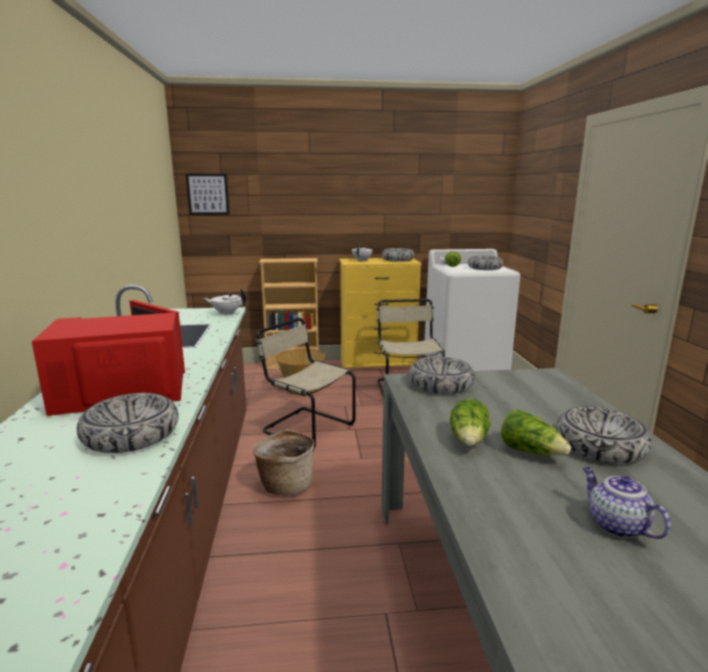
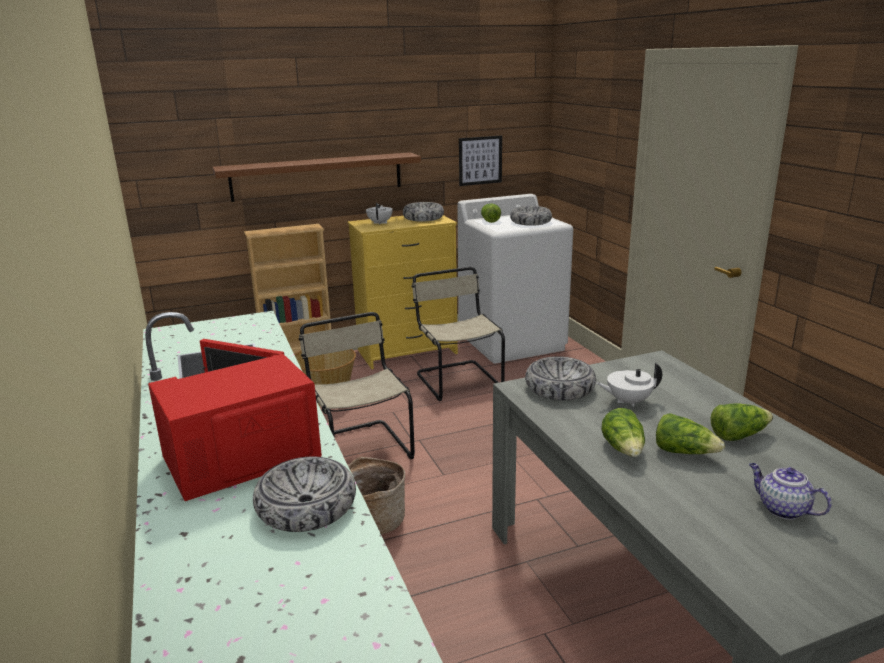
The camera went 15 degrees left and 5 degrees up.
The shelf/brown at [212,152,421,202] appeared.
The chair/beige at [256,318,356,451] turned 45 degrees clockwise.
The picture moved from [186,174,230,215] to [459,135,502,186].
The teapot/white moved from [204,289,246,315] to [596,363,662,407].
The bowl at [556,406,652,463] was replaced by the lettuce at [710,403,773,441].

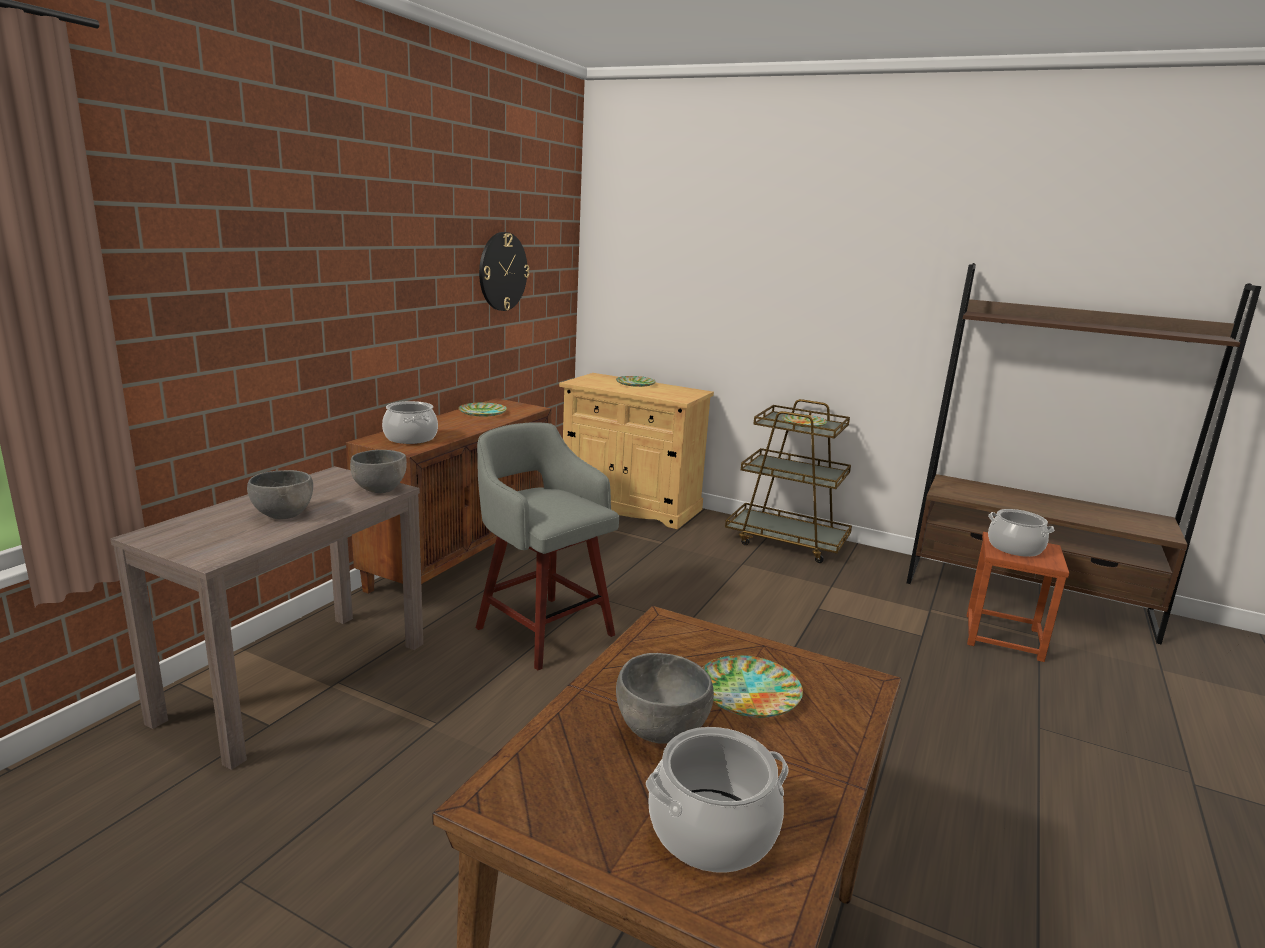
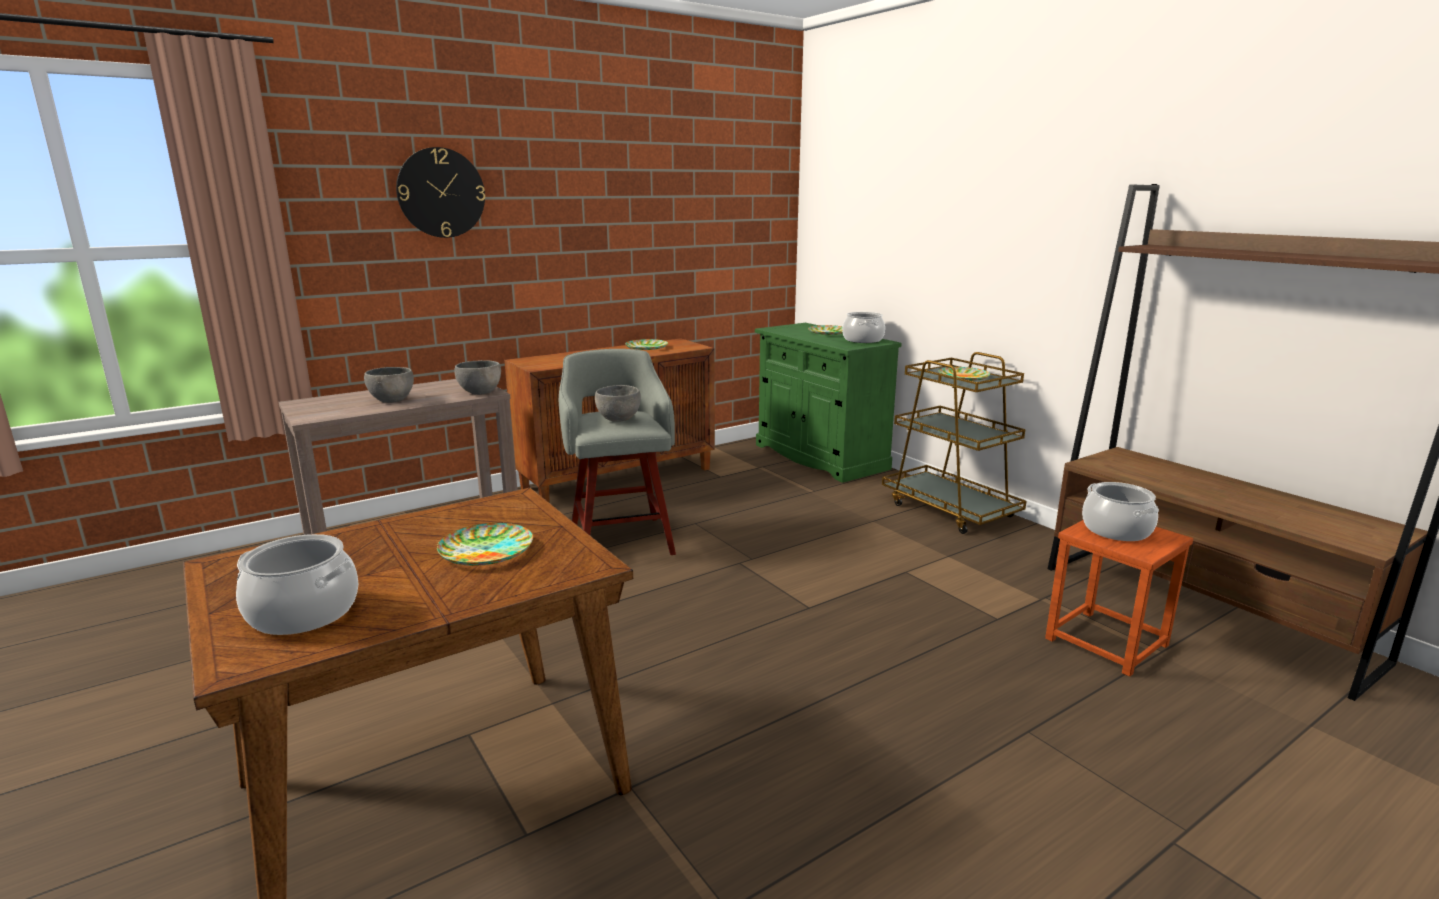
The camera went 30 degrees right and 0 degrees up.
The wall clock moved from [479,232,529,311] to [396,147,485,238].
The bowl/grey moved from [616,653,714,744] to [595,385,641,422].
The cabinet/beige at [559,373,714,529] became the cabinet/green at [755,323,902,483].
The cooking pot moved from [382,401,438,444] to [842,312,885,343].

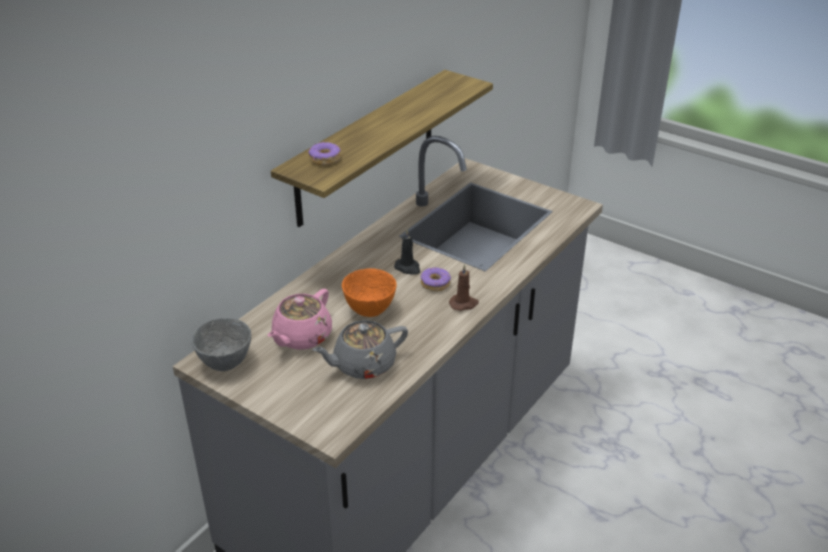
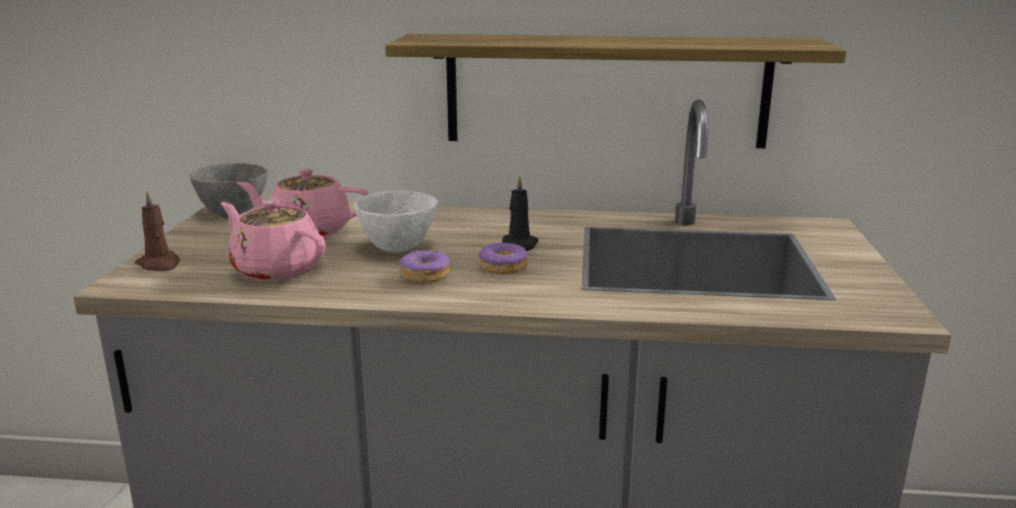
The camera went 60 degrees right and 15 degrees down.
The candle/brown moved from [449,264,479,311] to [135,190,180,271].
The teapot/grey at [312,320,408,379] became the teapot/pink at [221,200,326,281].
The bowl/orange at [342,268,397,317] became the bowl/white at [354,191,438,253].
The donut moved from [308,142,340,166] to [399,249,450,283].

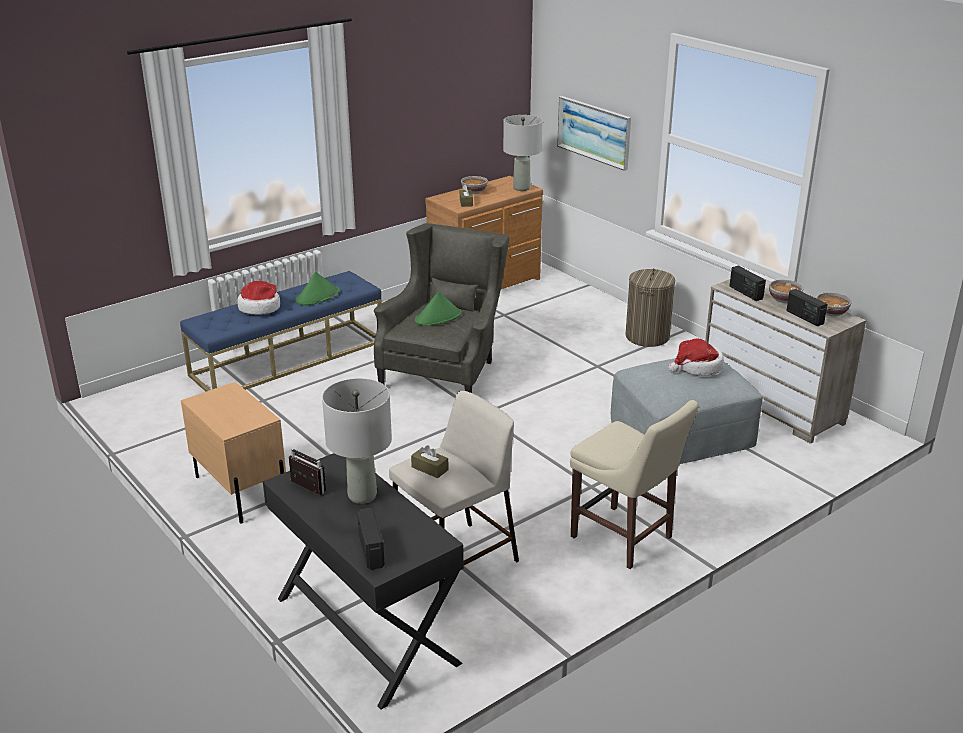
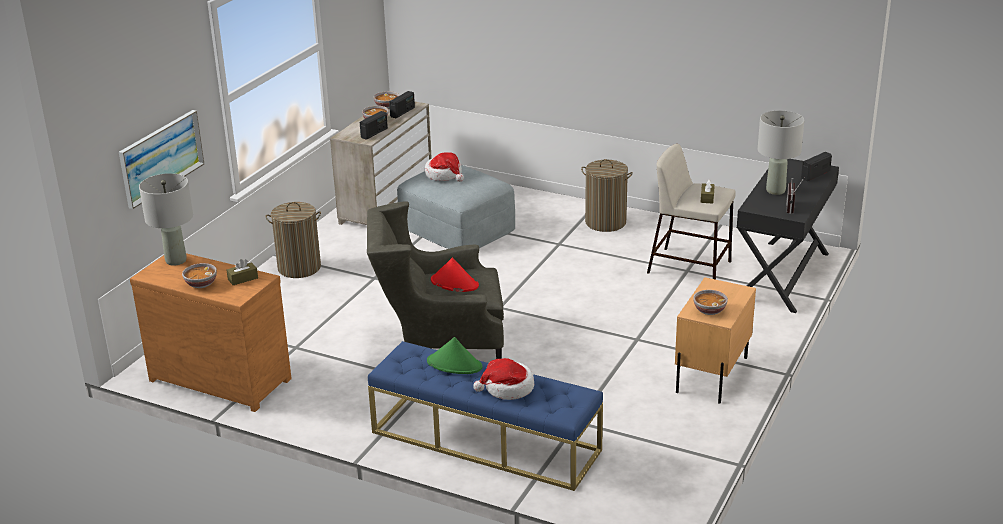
The camera went 115 degrees left and 0 degrees up.
The hat/green at [415,291,462,326] became the hat/red at [431,258,479,292].
The chair/beige at [570,400,699,569] was replaced by the laundry basket at [581,159,633,232].
The bowl at [693,290,728,315] appeared.

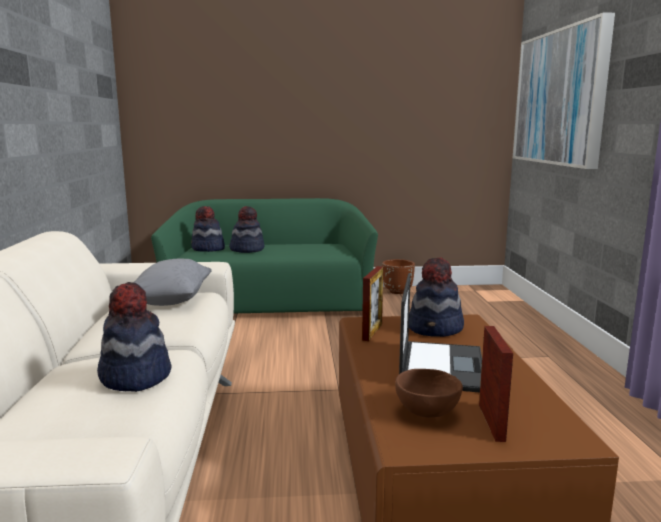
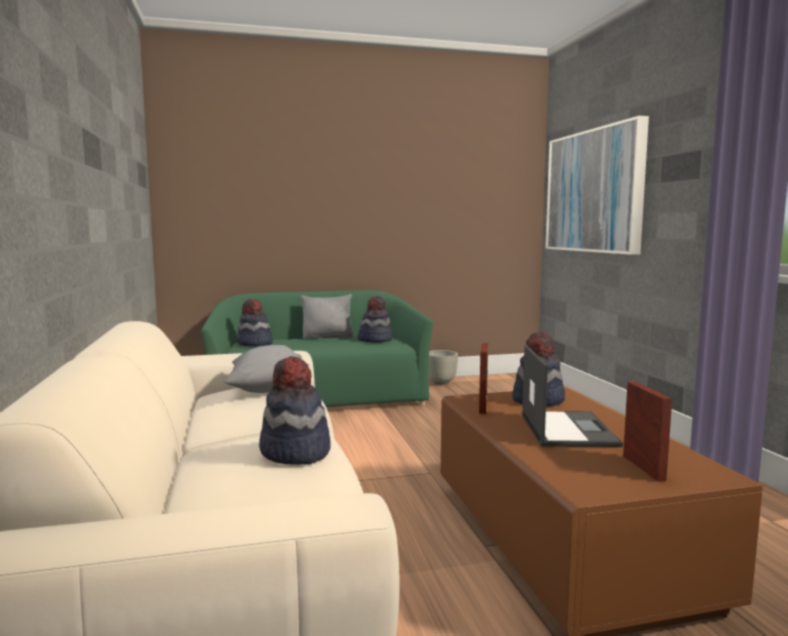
The camera went 10 degrees left and 5 degrees down.
The pillow/grey at [301,294,354,339] appeared.
The hat moved from [229,206,264,253] to [358,296,392,343].
The planter/brown at [382,259,415,294] became the planter/grey at [429,350,458,385].
The bowl/brown at [395,369,463,417] disappeared.

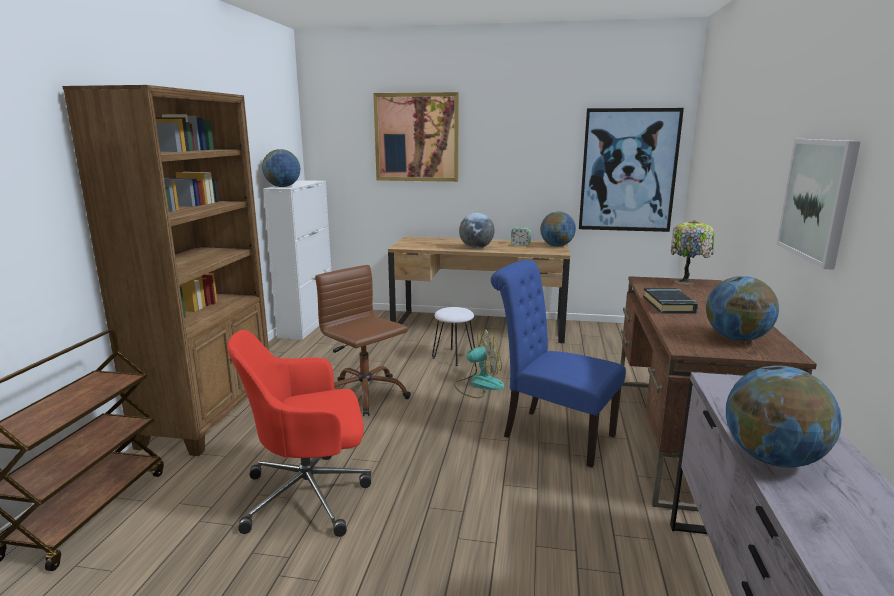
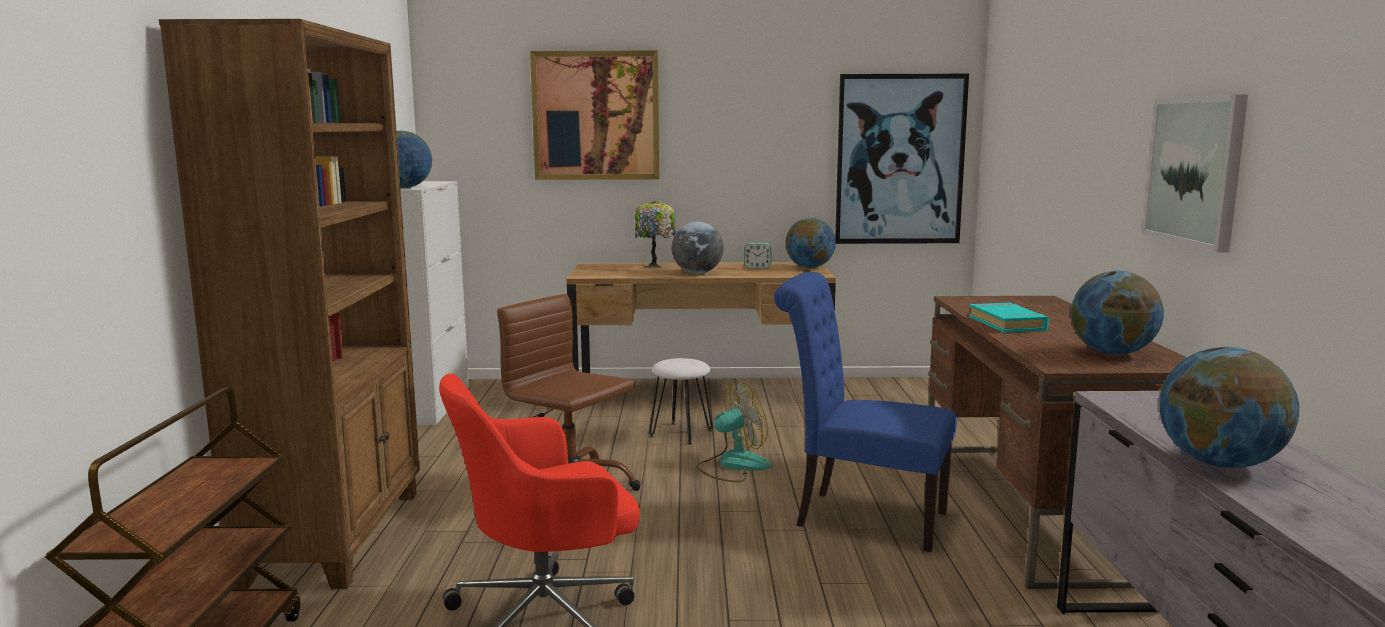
The camera went 10 degrees left and 5 degrees down.
The table lamp moved from [671,220,714,285] to [635,201,676,268].
The book/black at [643,288,698,314] became the book/turquoise at [969,303,1049,333].

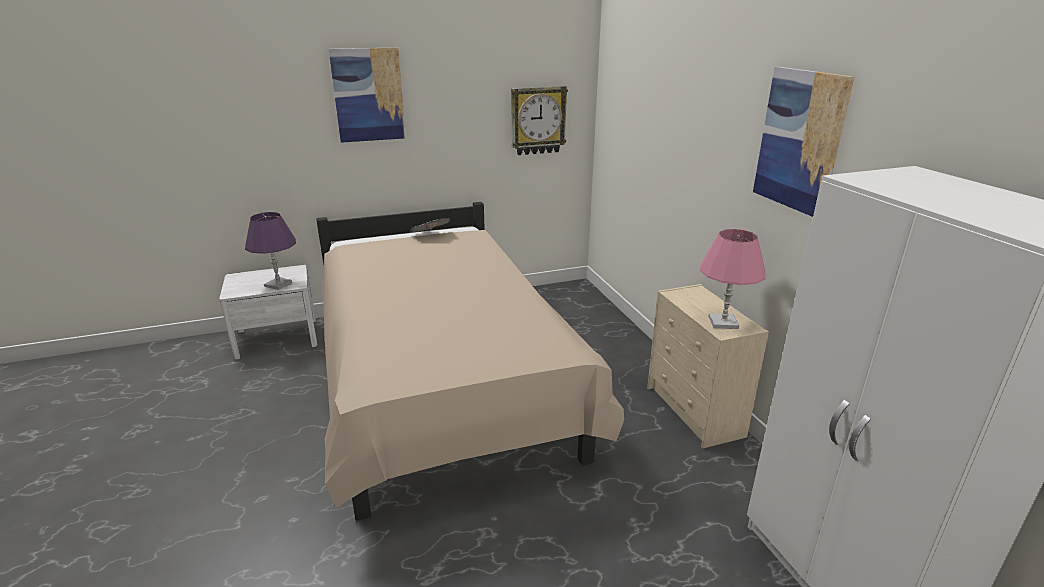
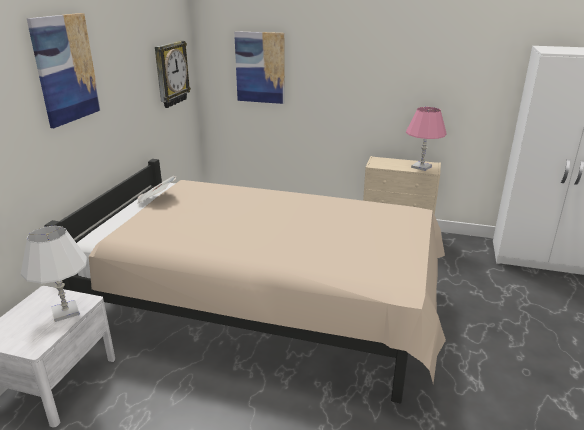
The camera went 55 degrees left and 0 degrees up.
The table lamp/purple at [245,212,296,290] became the table lamp/white at [21,226,87,322].
The picture moved from [753,67,855,217] to [234,31,285,104].

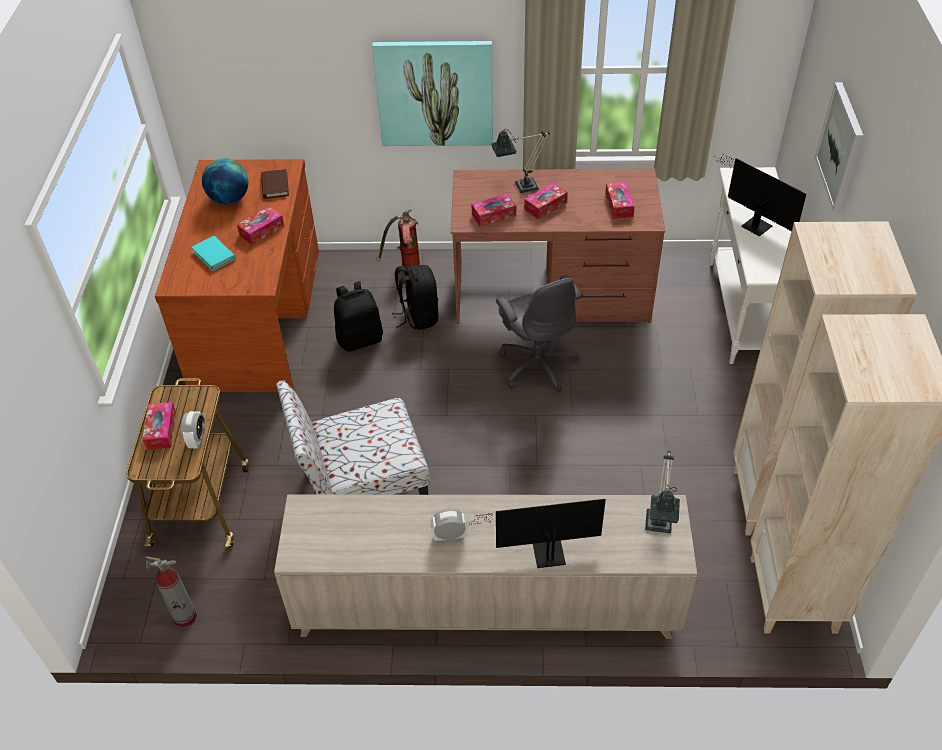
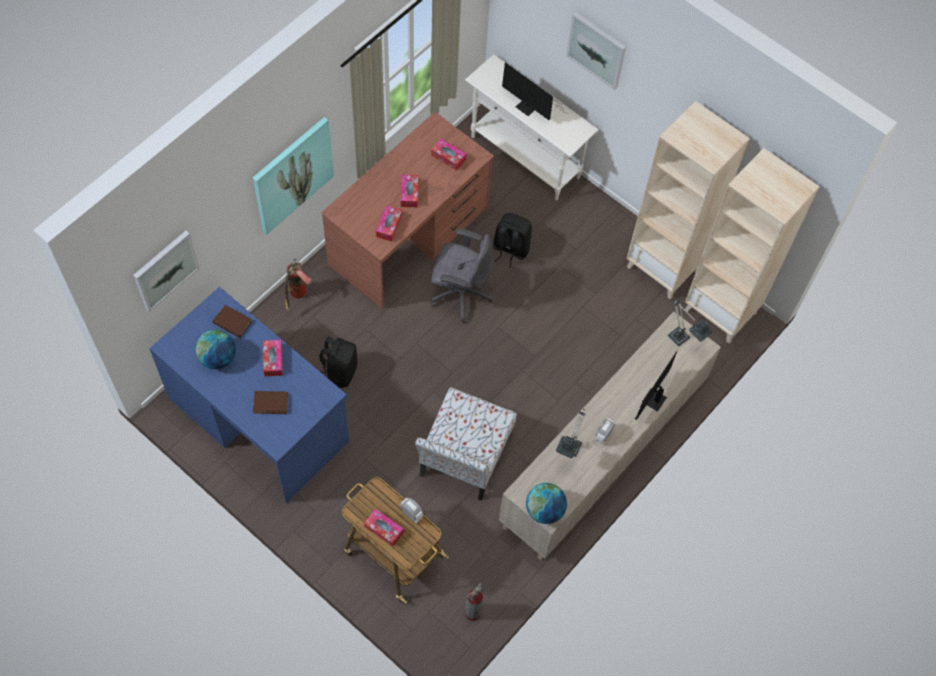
The camera went 55 degrees left and 15 degrees up.
The picture at [133,231,200,312] appeared.
The desk/brown at [155,159,319,392] became the desk/blue at [149,287,349,503].
The book/turquoise at [191,236,236,271] became the book/brown at [253,391,288,414].
The backpack/black moved from [392,265,438,330] to [493,213,532,268].
The monitor at [712,154,806,237] turned 135 degrees counterclockwise.
The globe at [526,483,567,524] appeared.
The table lamp moved from [491,129,550,193] to [556,409,585,458].

